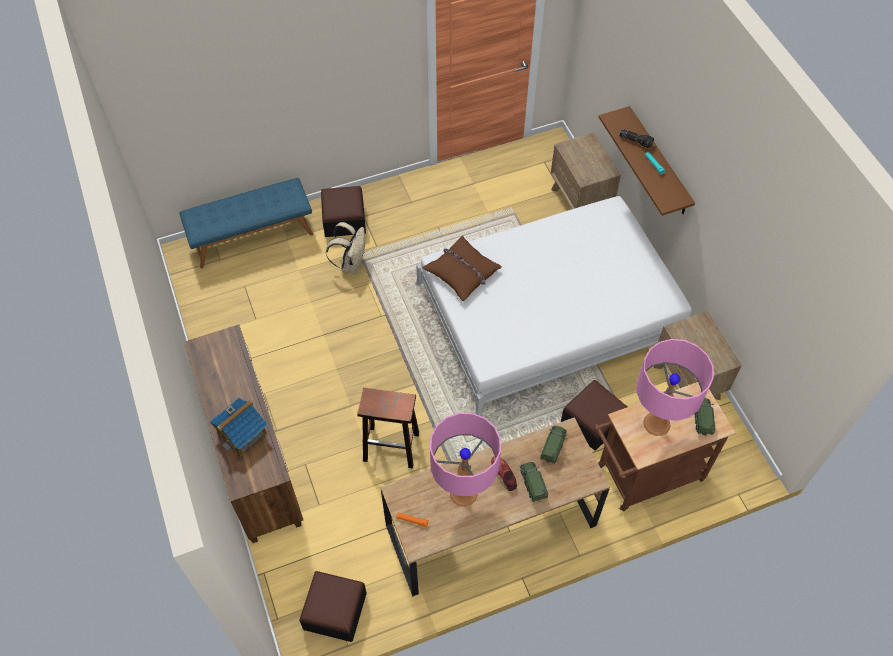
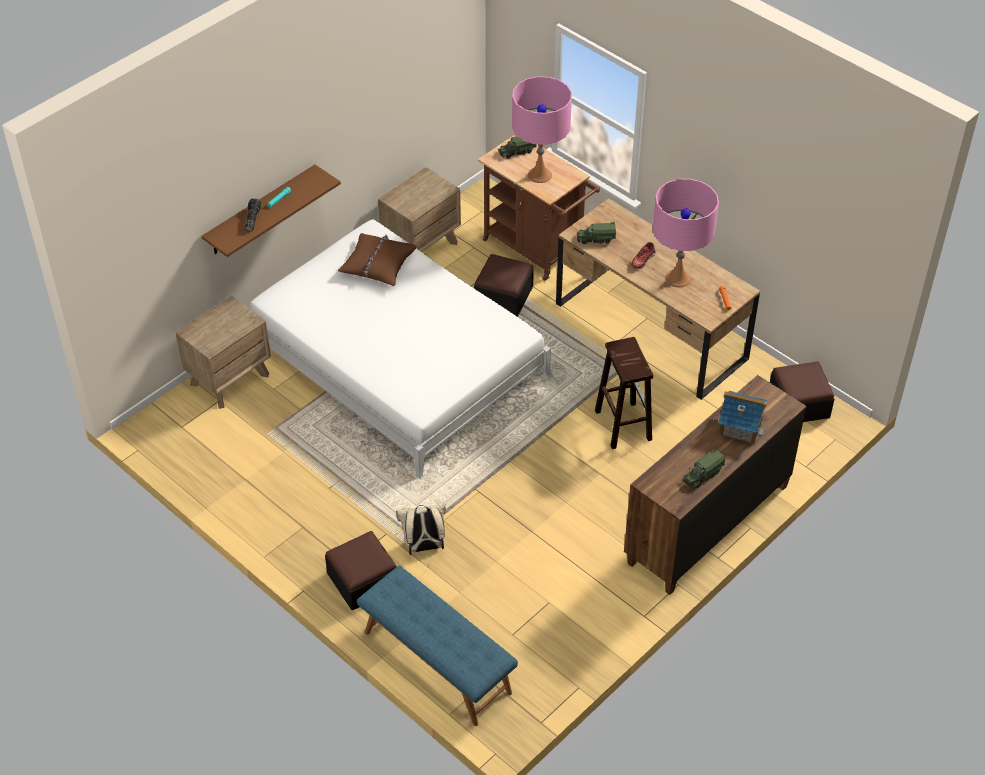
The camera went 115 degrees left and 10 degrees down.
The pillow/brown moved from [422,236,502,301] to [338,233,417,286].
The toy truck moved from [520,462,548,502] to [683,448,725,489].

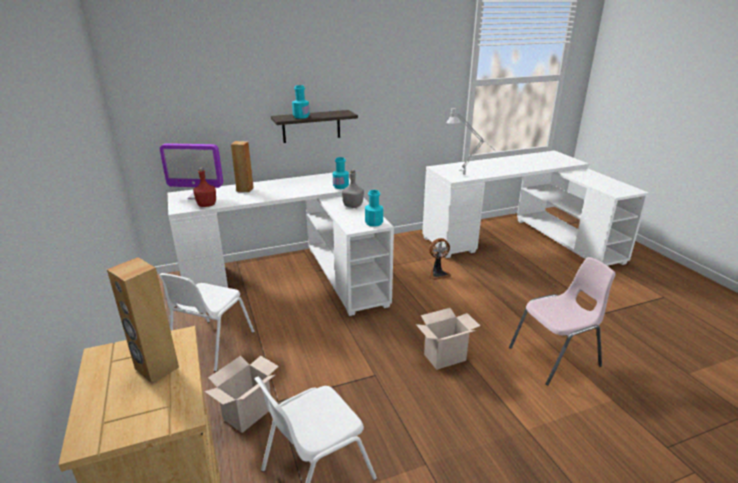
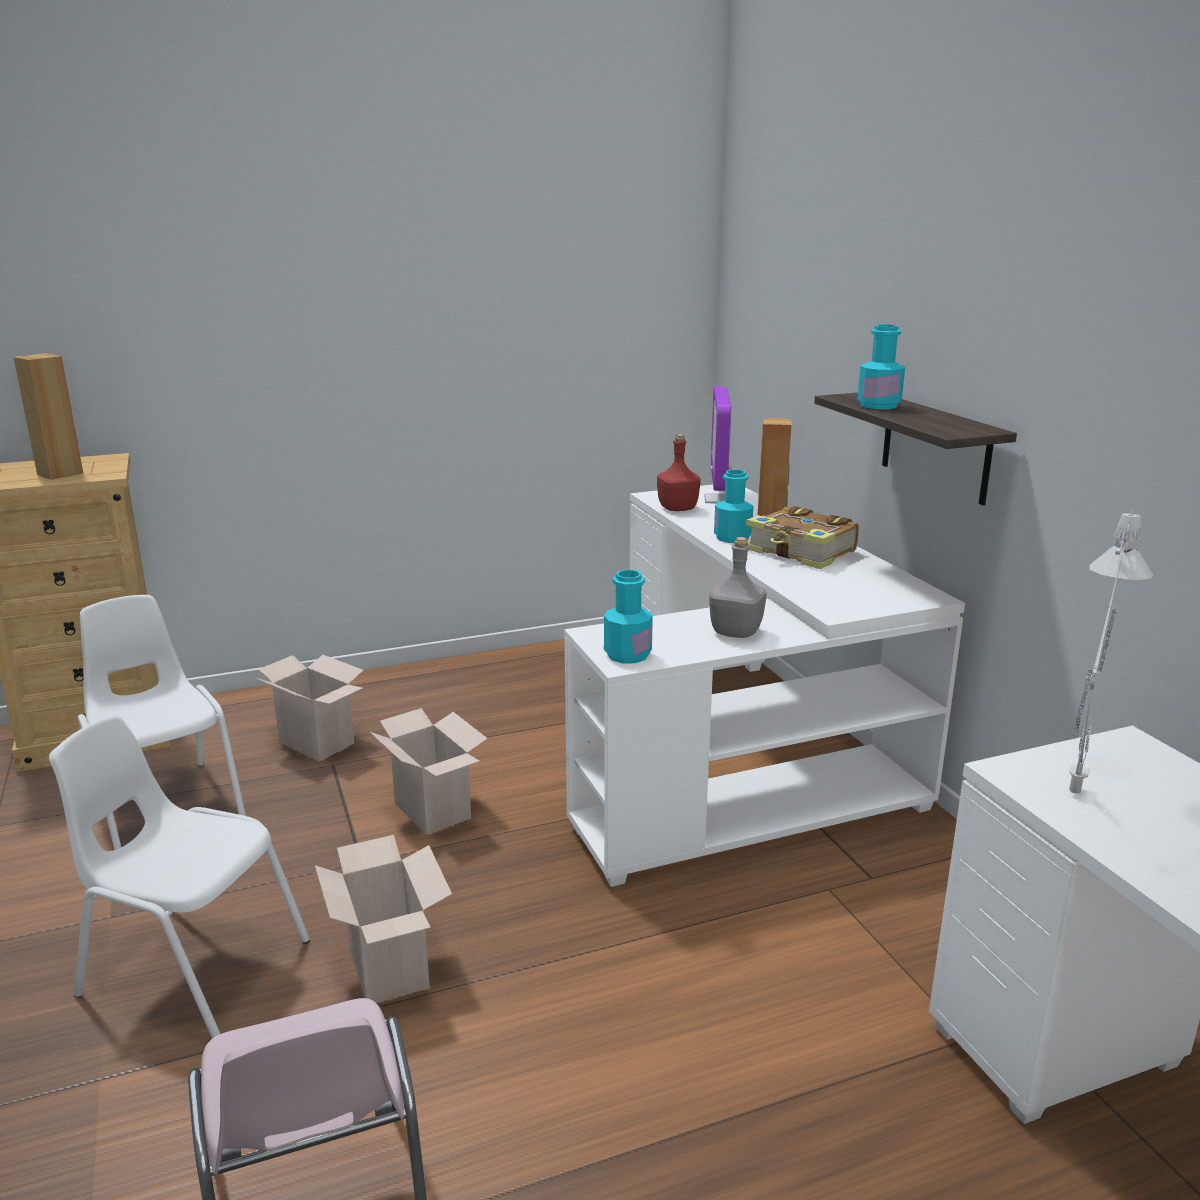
The camera went 90 degrees right and 5 degrees down.
The chair/white moved from [159,273,254,372] to [49,715,310,1038].
The cardboard box at [370,708,488,835] appeared.
The bottle/turquoise moved from [333,157,349,189] to [714,469,753,543].
The book at [746,506,859,569] appeared.
The fan at [429,238,451,280] disappeared.

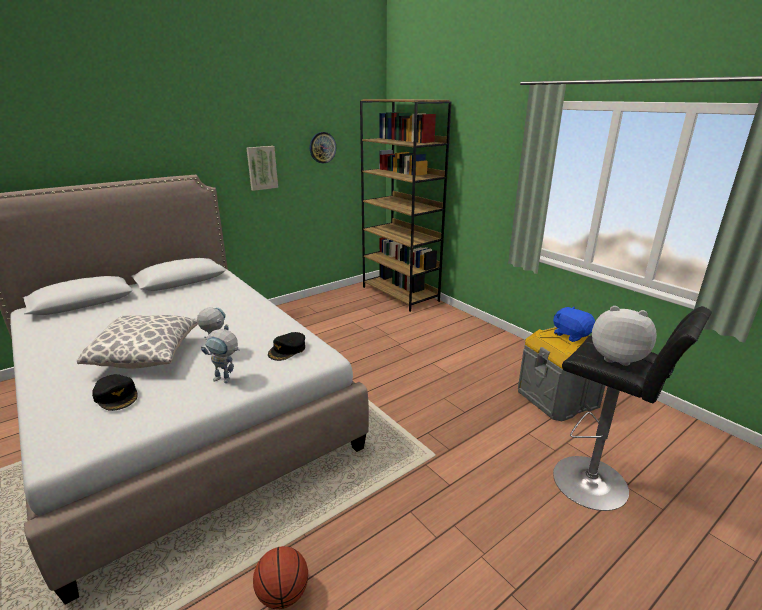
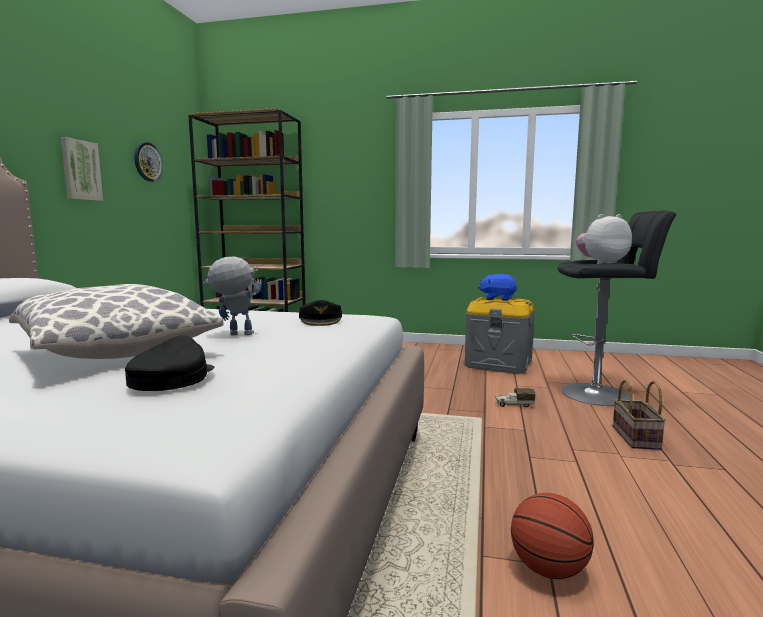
The camera went 40 degrees left and 15 degrees down.
The cap/black at [92,374,138,411] turned 90 degrees counterclockwise.
The toy truck at [495,388,535,407] appeared.
The basket at [613,380,666,450] appeared.
The toy robot at [201,329,240,383] disappeared.

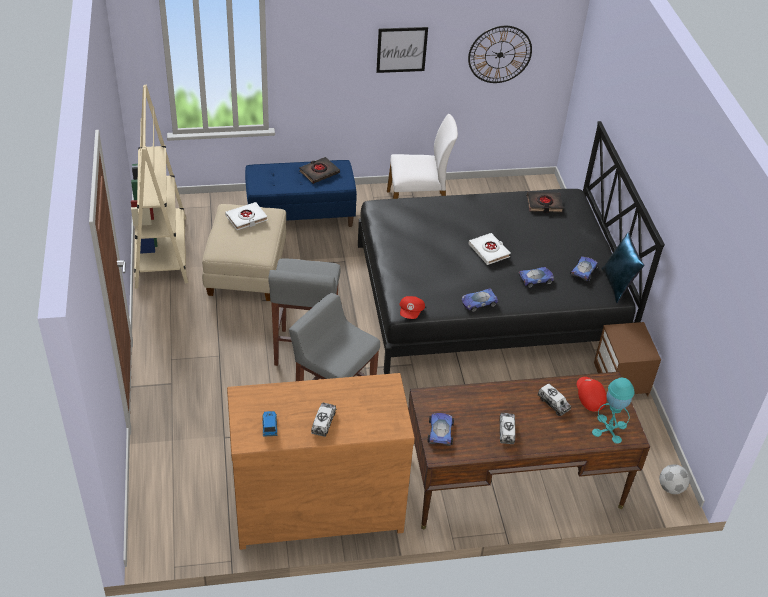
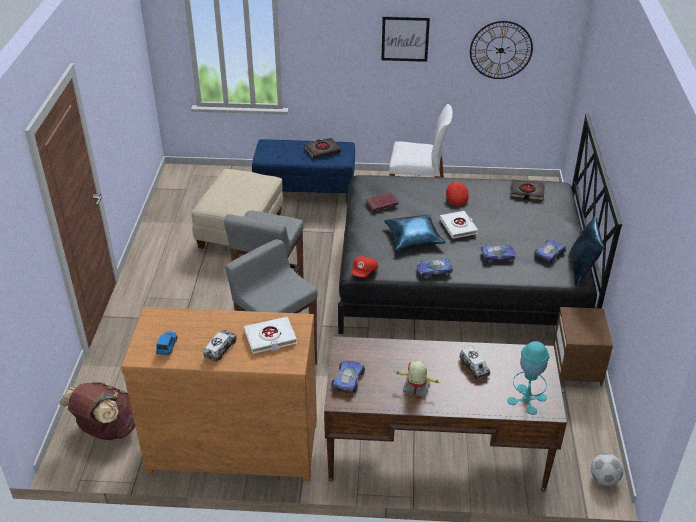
The camera went 15 degrees right and 5 degrees down.
The backpack/brown at [59,382,135,440] appeared.
The book/white moved from [225,202,267,230] to [244,317,297,354].
The book/red at [366,192,399,211] appeared.
The pillow/blue at [384,214,446,250] appeared.
The toy truck at [499,413,515,444] was replaced by the toy robot at [394,361,439,397].
The cap/red moved from [577,377,607,411] to [446,181,469,206].
The bookcase/beige at [131,85,188,288] disappeared.

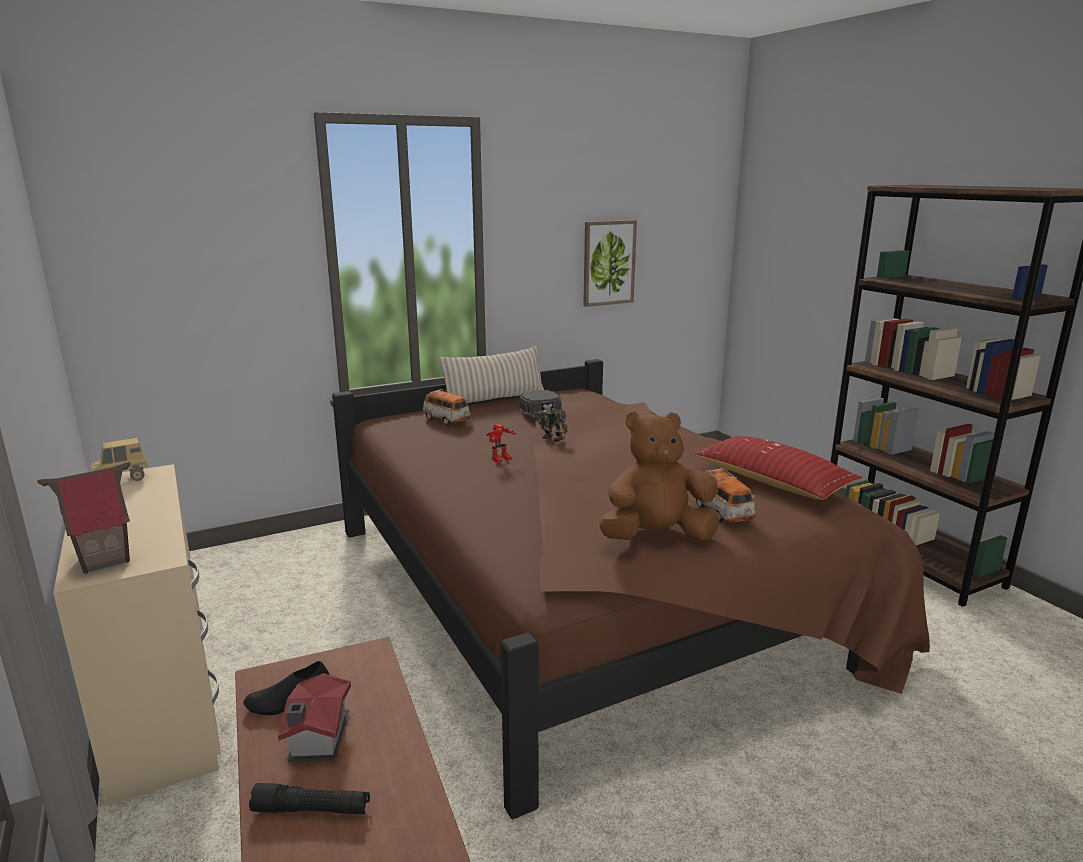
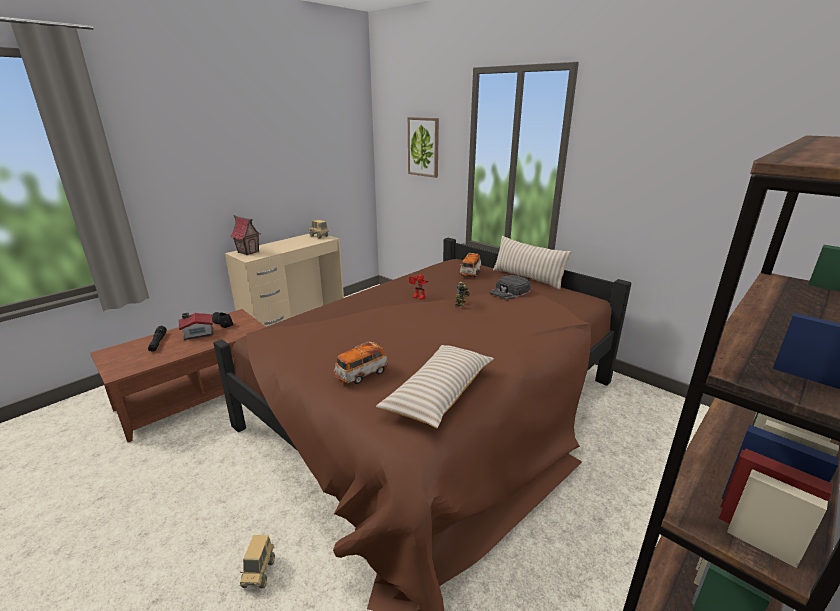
The camera went 70 degrees right and 5 degrees up.
The toy truck at [240,535,275,589] appeared.
The pillow/red at [695,436,862,500] became the pillow/beige at [376,345,494,428].
The picture moved from [583,220,637,307] to [408,117,439,178].
The plush toy/brown at [599,411,720,540] disappeared.

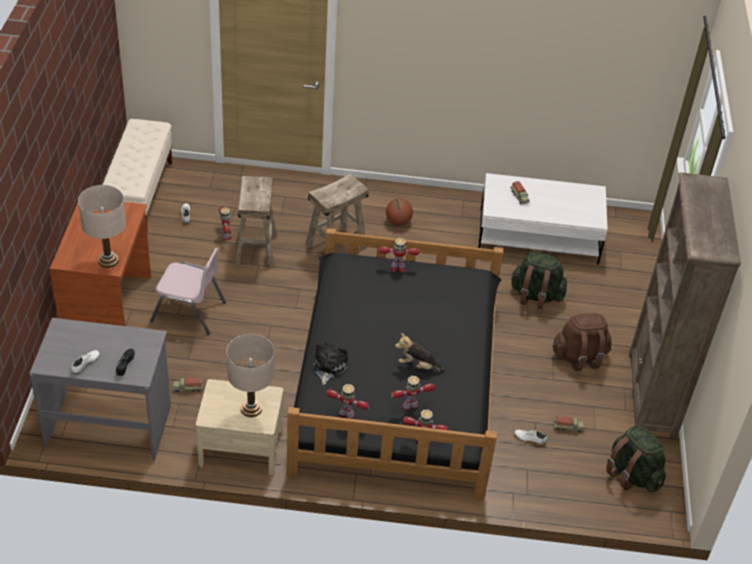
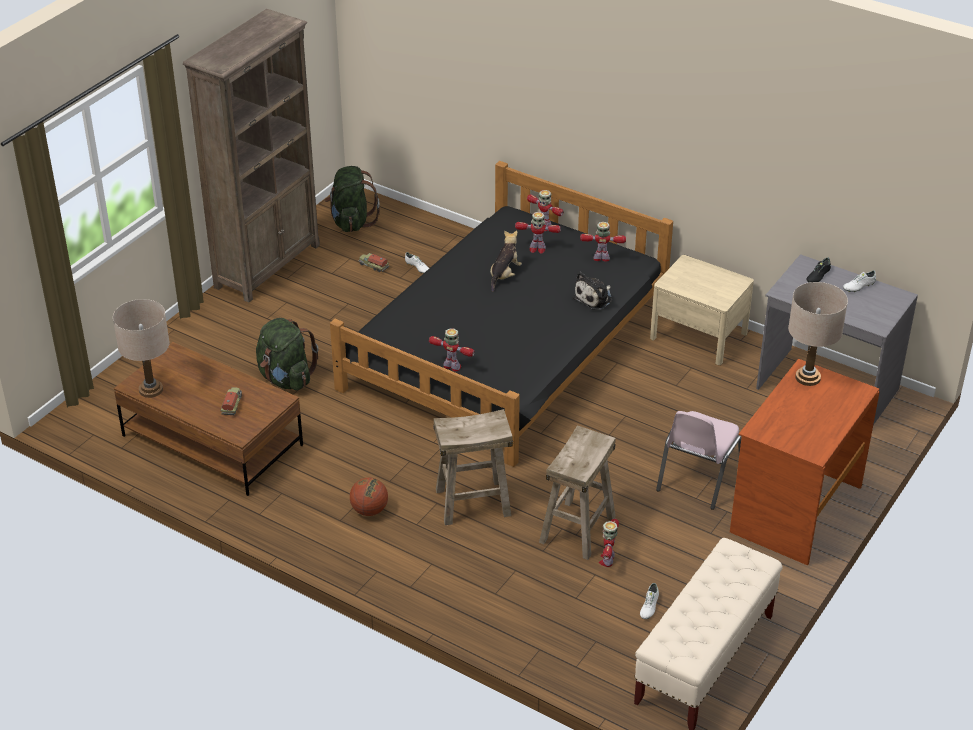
The camera went 150 degrees left and 5 degrees down.
The table lamp/beige moved from [227,334,274,417] to [113,299,170,398].
The coffee table/white at [478,173,608,264] became the coffee table/brown at [114,342,303,496].
The plush toy at [395,333,446,372] turned 105 degrees counterclockwise.
The toy robot at [326,384,369,419] turned 135 degrees clockwise.
The chair/pink at [150,248,226,335] turned 105 degrees counterclockwise.
The toy truck at [173,377,203,392] disappeared.
The backpack/brown at [553,313,612,371] disappeared.

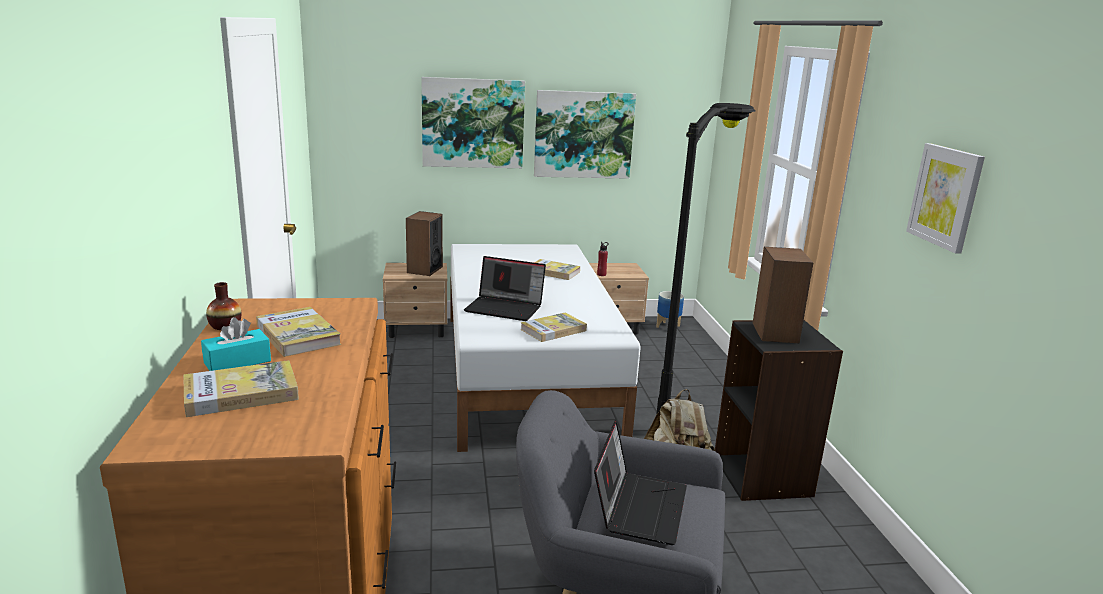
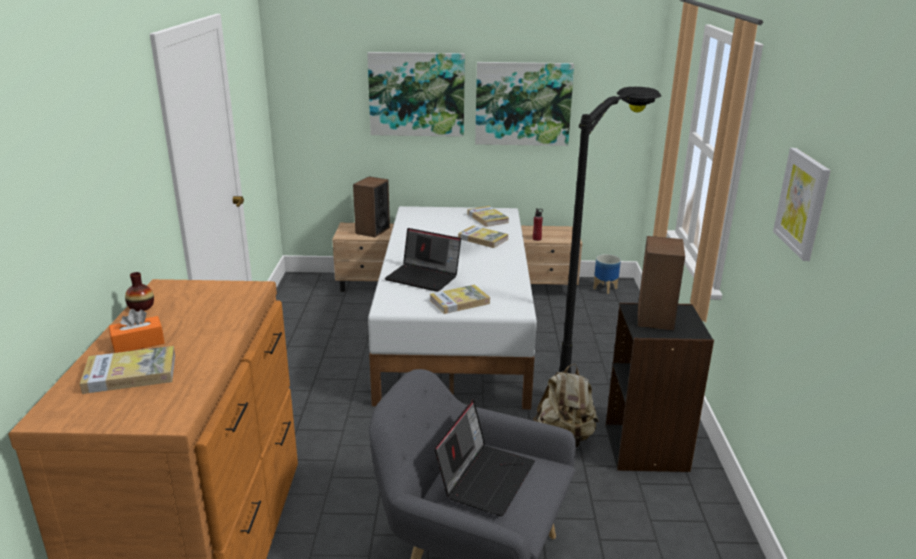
The camera went 10 degrees right and 5 degrees up.
The tissue box/turquoise at [201,317,271,371] became the tissue box/orange at [109,309,164,353].
The book moved from [256,307,341,357] to [467,206,509,227].

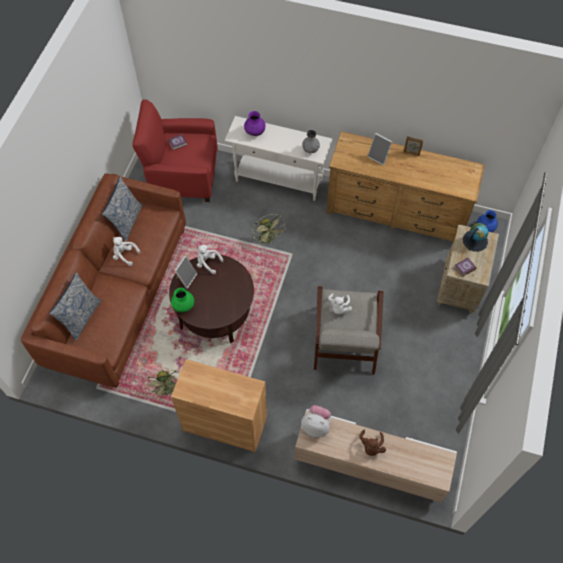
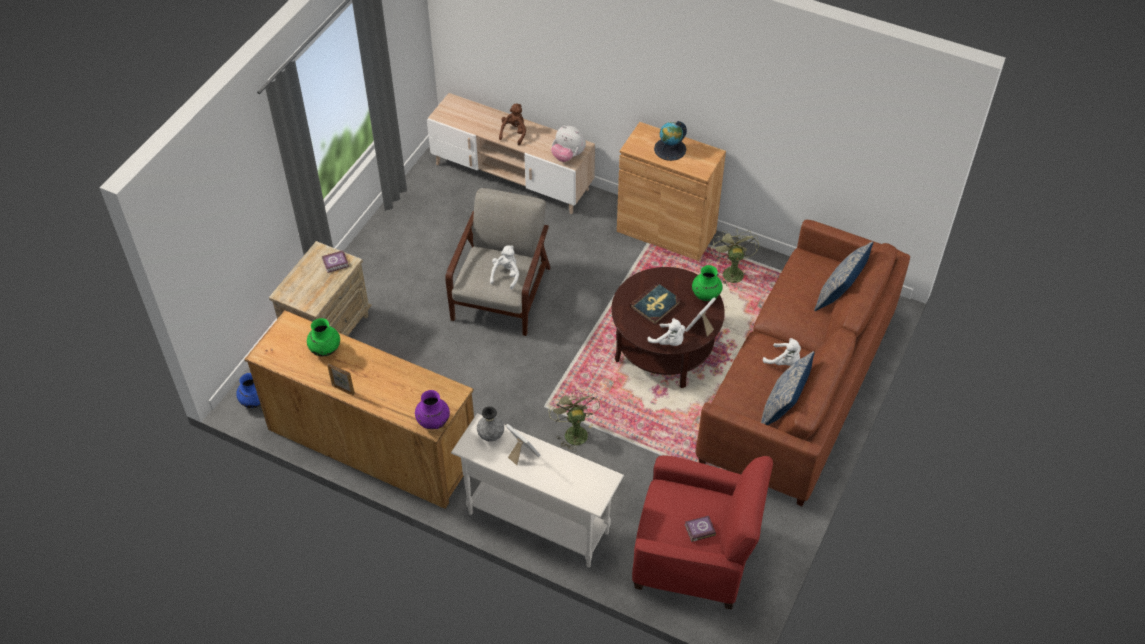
The camera went 170 degrees left and 10 degrees down.
The vase/green at [307,318,340,357] appeared.
The vase/purple moved from [244,111,266,136] to [415,390,450,429].
The picture frame moved from [367,133,392,165] to [506,424,540,465].
The book at [630,282,681,325] appeared.
The globe moved from [463,223,488,252] to [654,121,687,161].

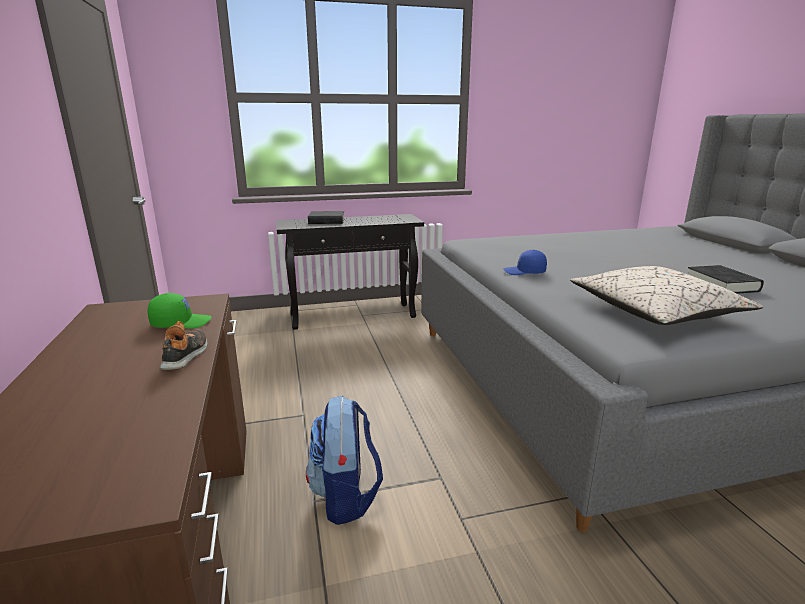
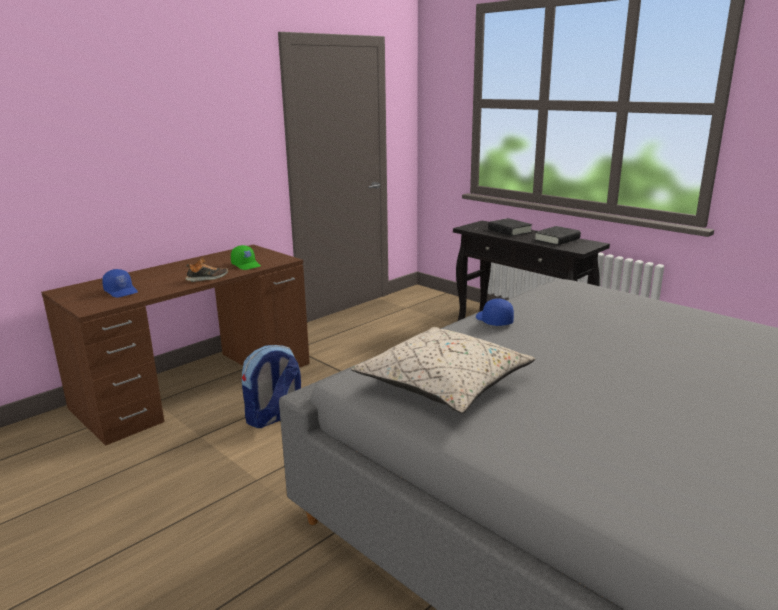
The camera went 60 degrees right and 0 degrees up.
The cap/blue at [102,269,138,298] appeared.
The book/black moved from [688,265,764,294] to [535,226,581,245].

